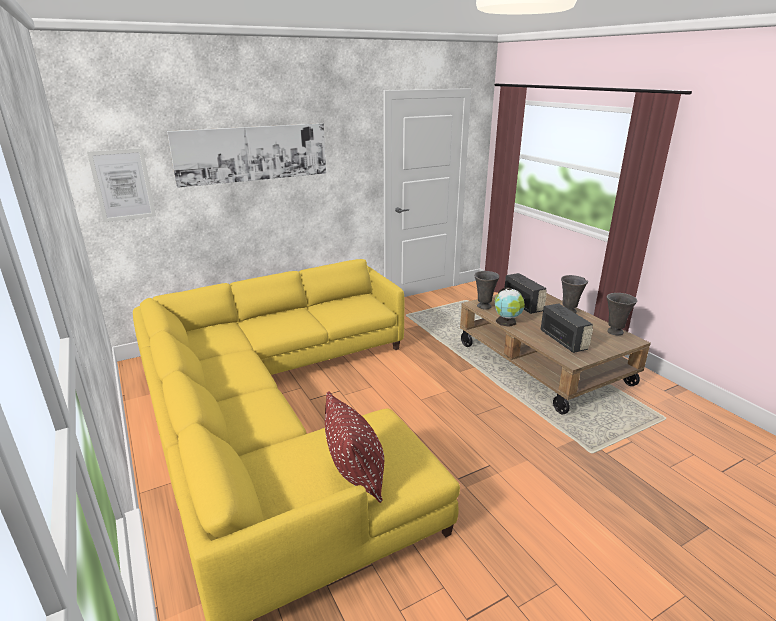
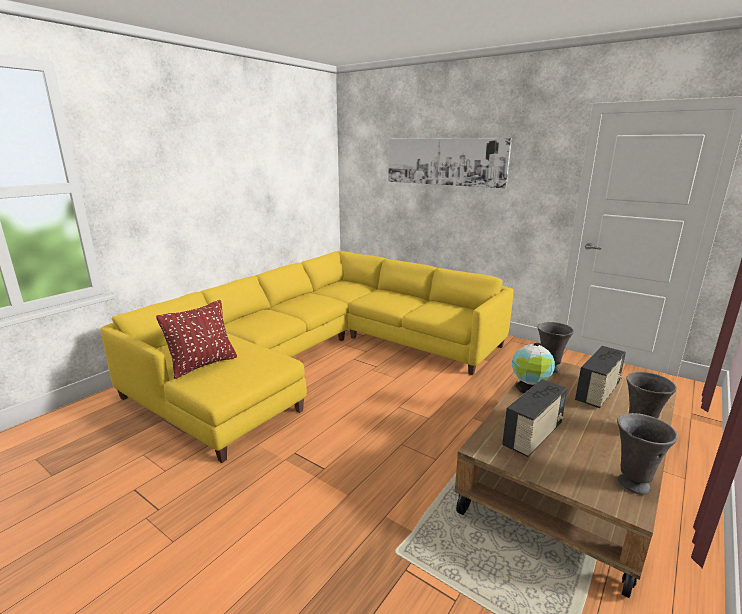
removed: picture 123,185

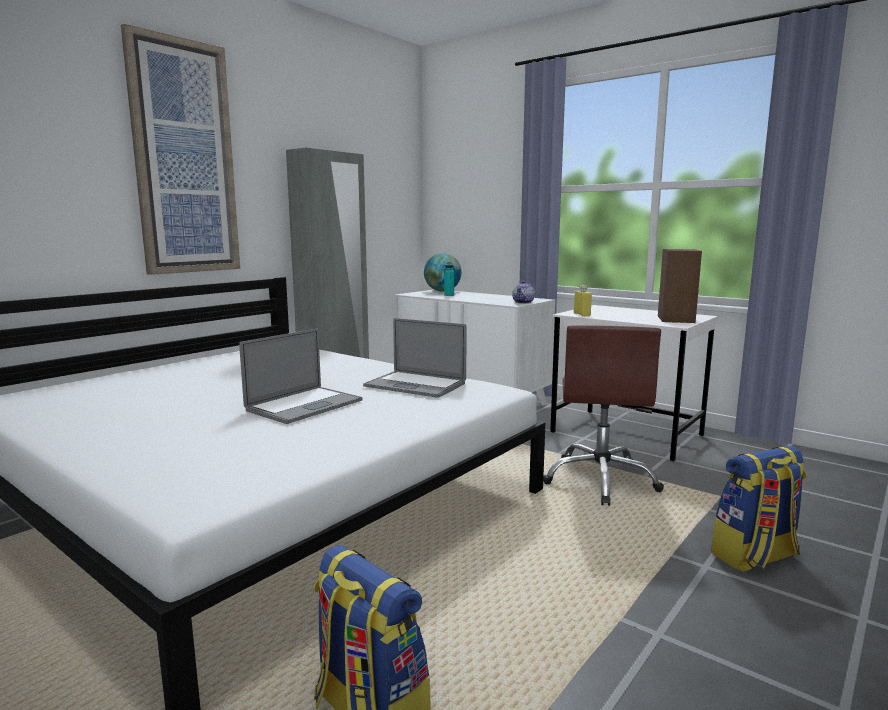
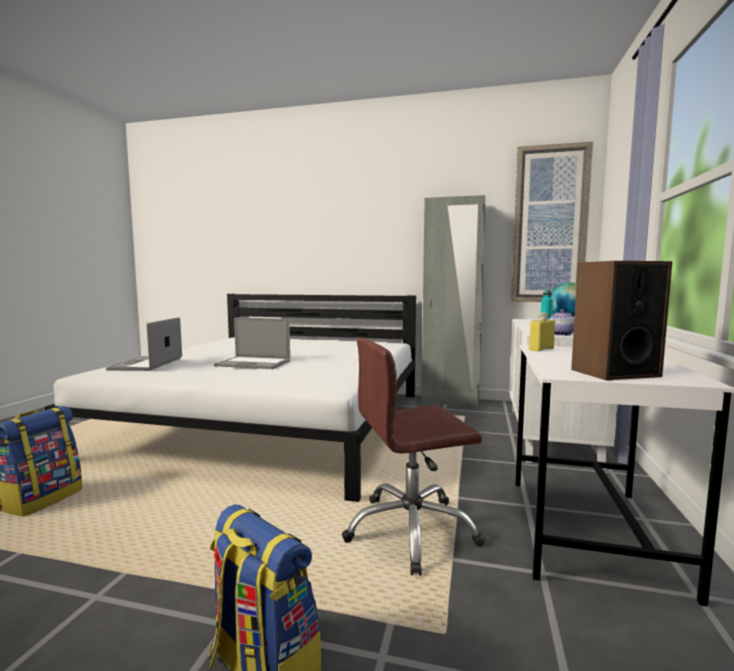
moved: picture 184,159 to 549,225; laptop 415,385 to 146,364

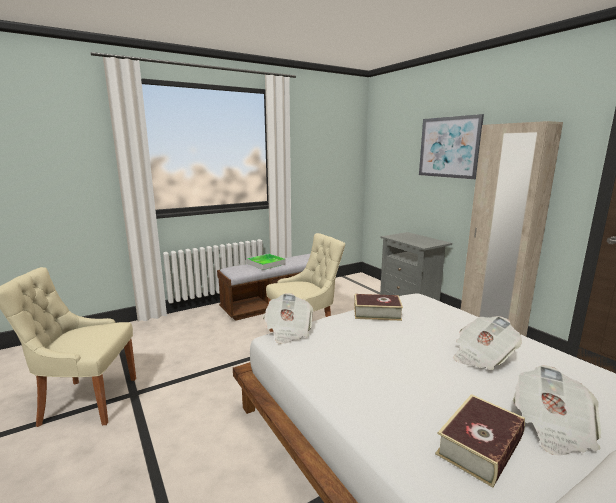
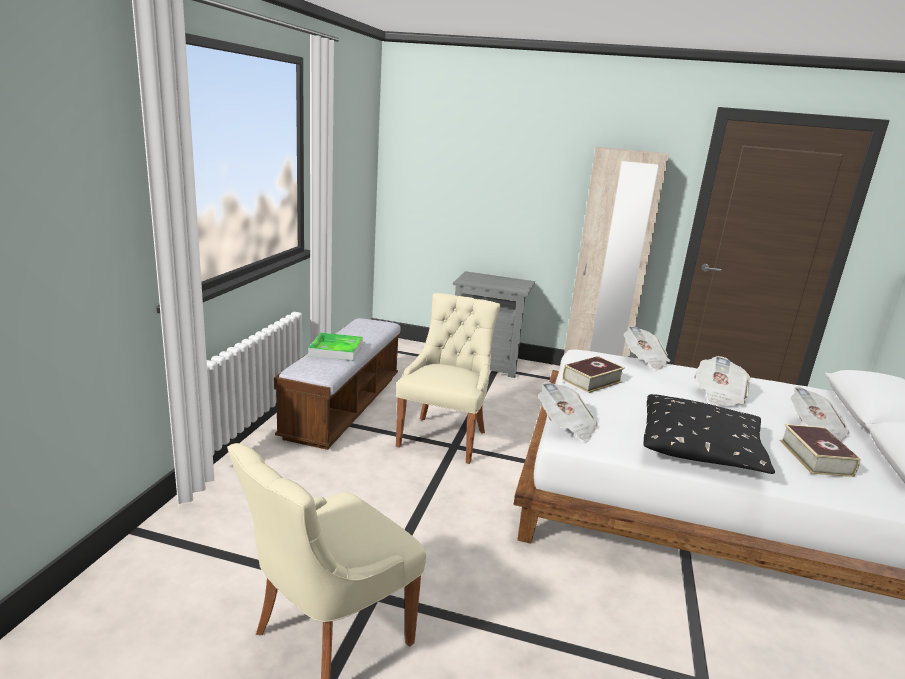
removed: picture 449,147
added: newspaper 644,360; black pillow 700,447

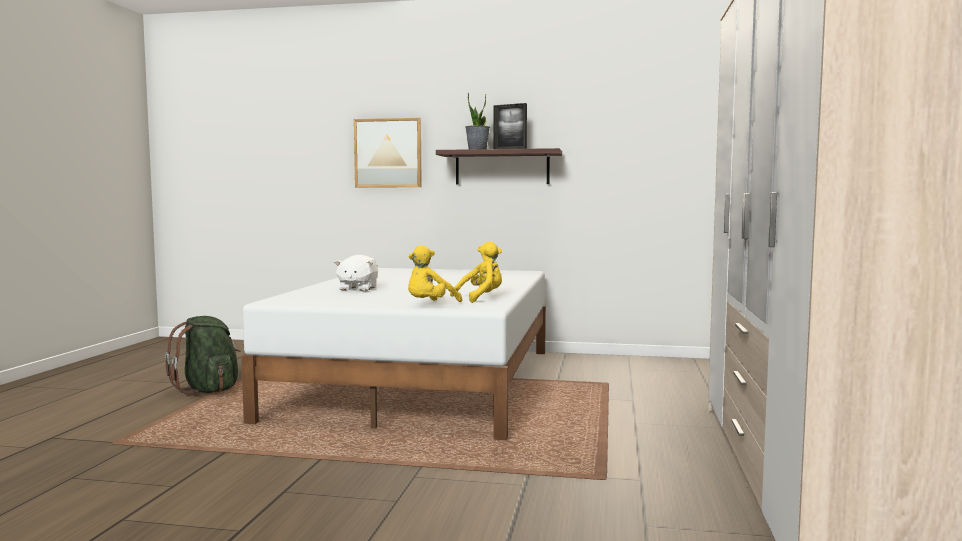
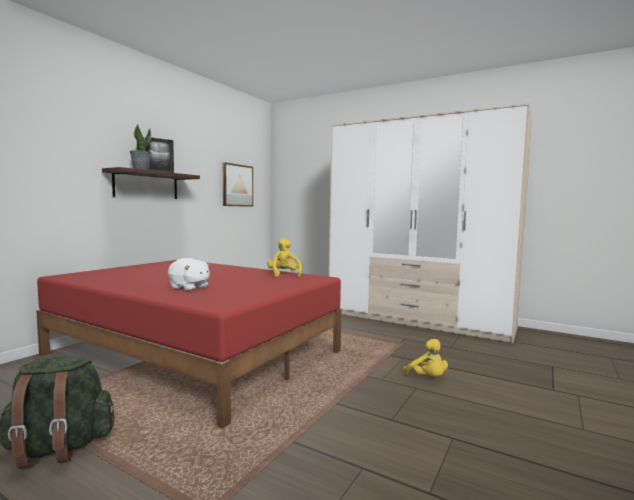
moved: picture 388,153 to 237,185; yellow plush toy 430,305 to 427,378
recoloured: white bed 423,382 to red bed 194,353

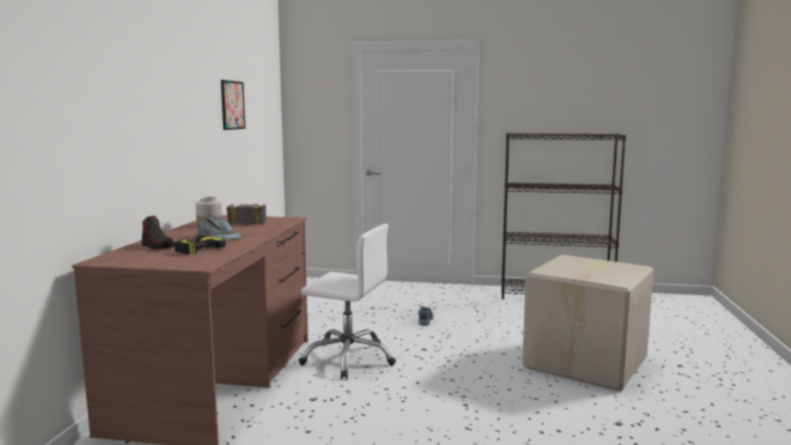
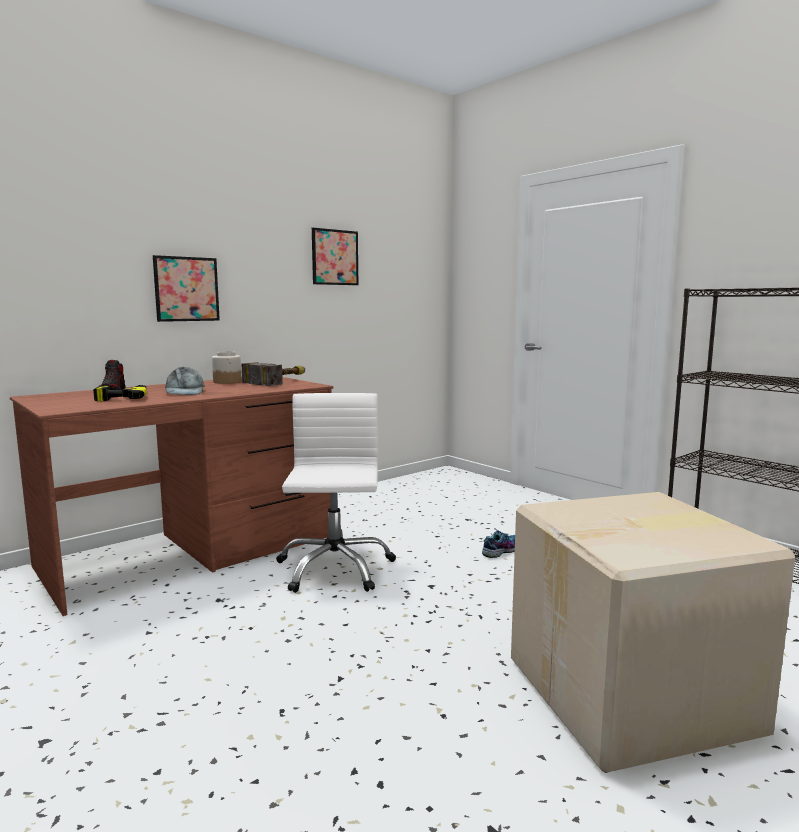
added: picture 186,289
turned: white office chair 348,358 = 334,568 150 degrees counterclockwise

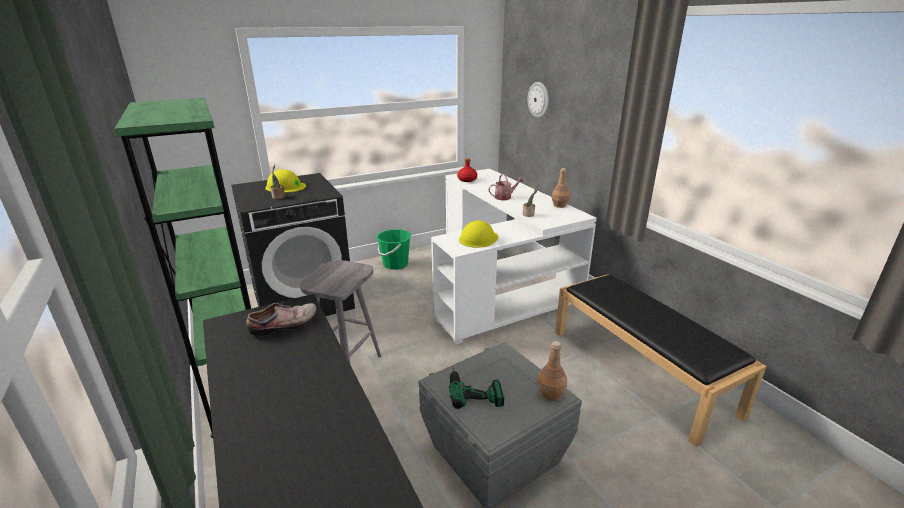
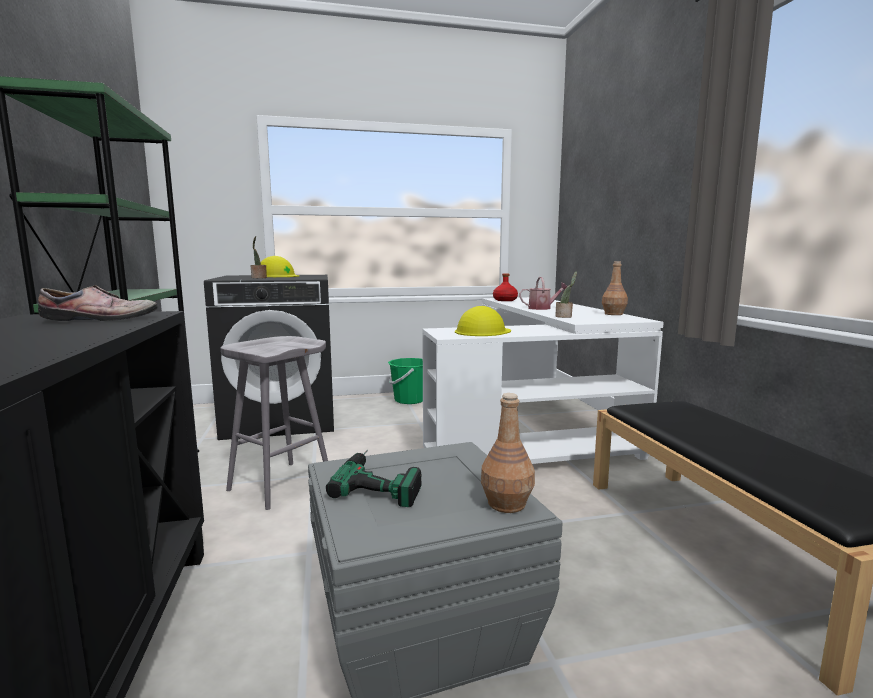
removed: wall clock 539,100

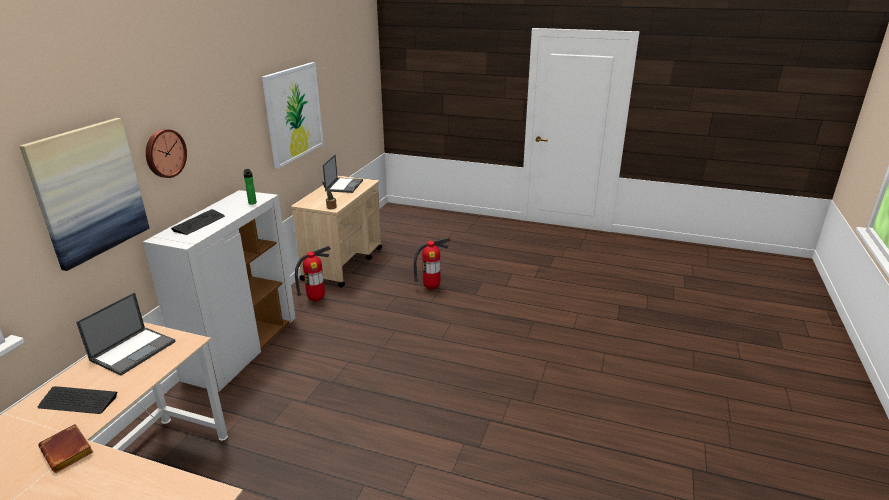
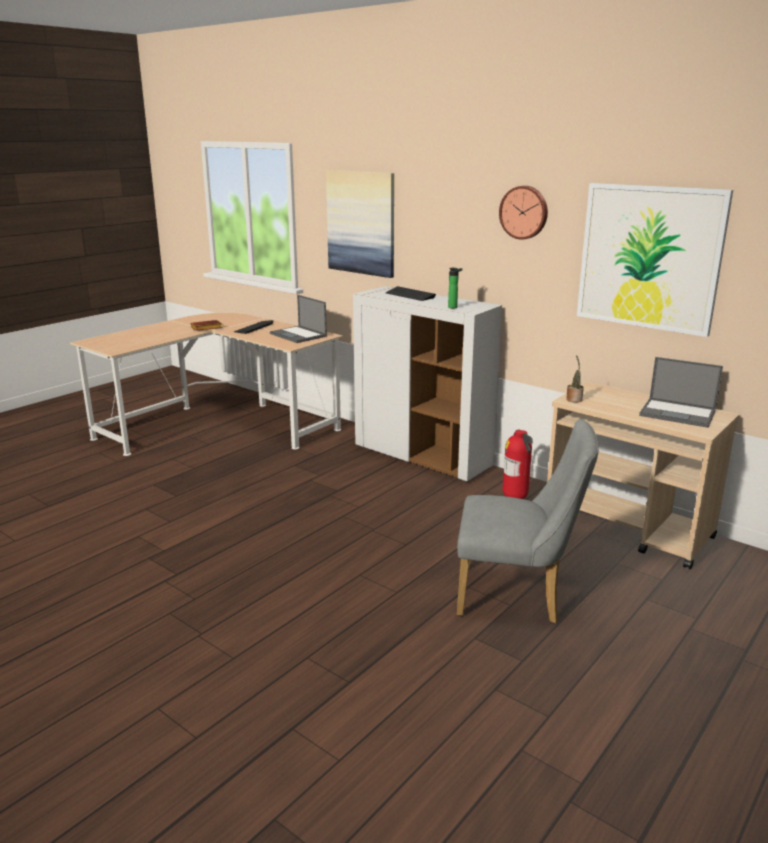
moved: wall clock 164,153 to 524,212
replaced: fire extinguisher 431,287 to grey chair 517,596

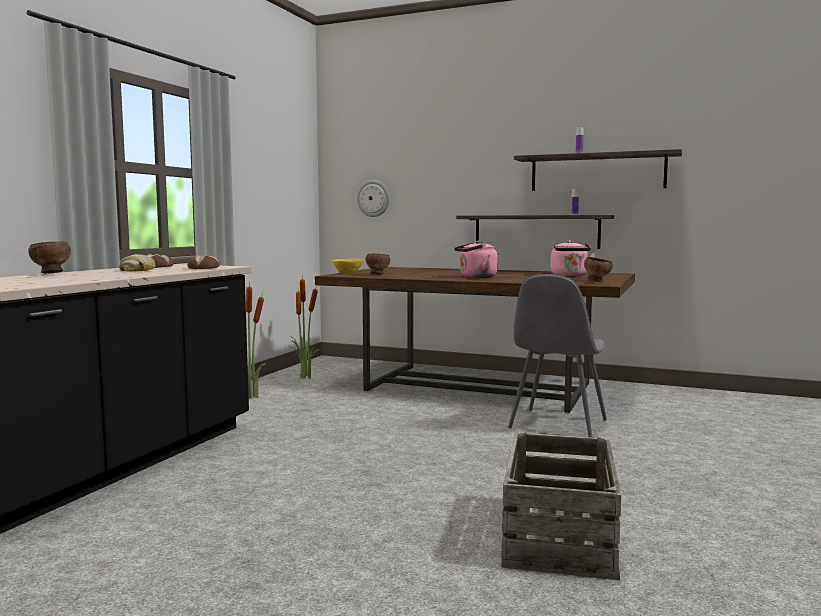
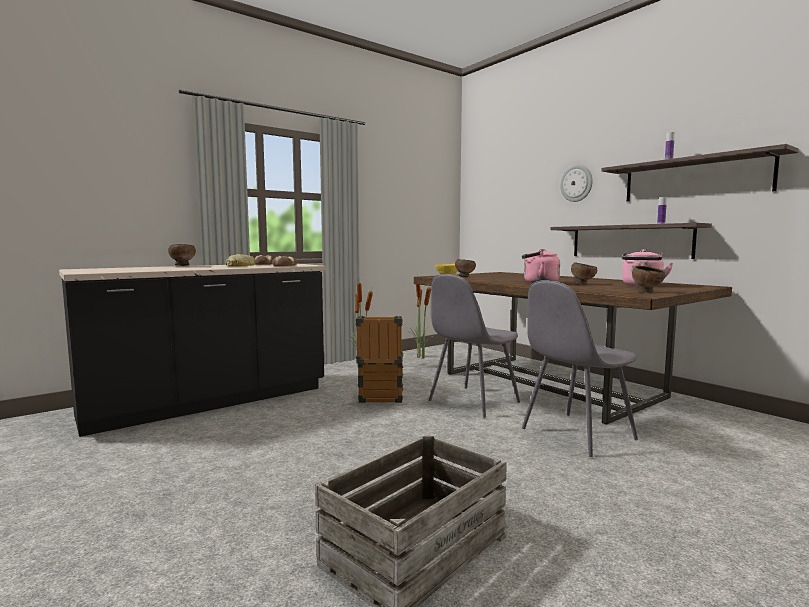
added: brown bowl 583,284; grey chair 472,402; crate 380,398
moved: wall clock 373,198 to 576,183

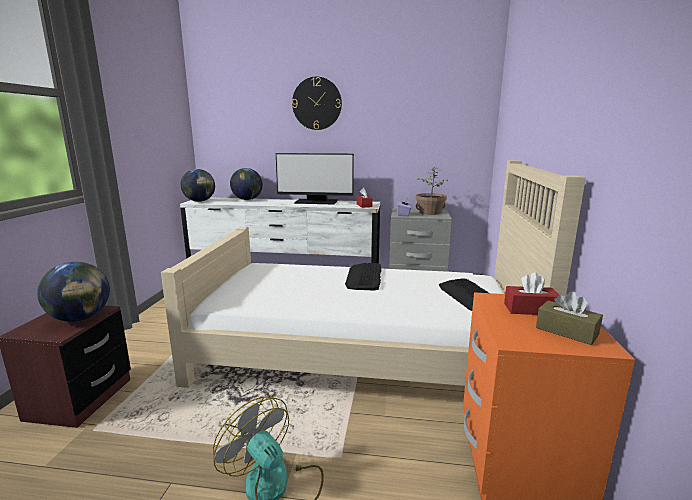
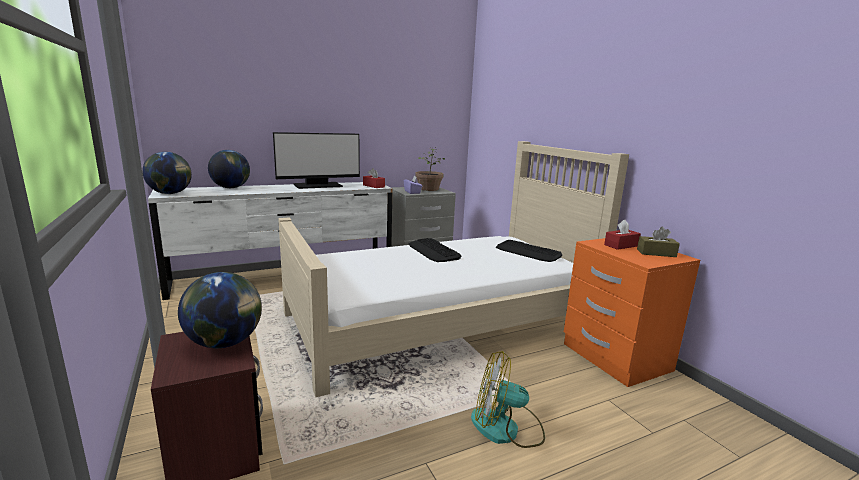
removed: wall clock 317,103

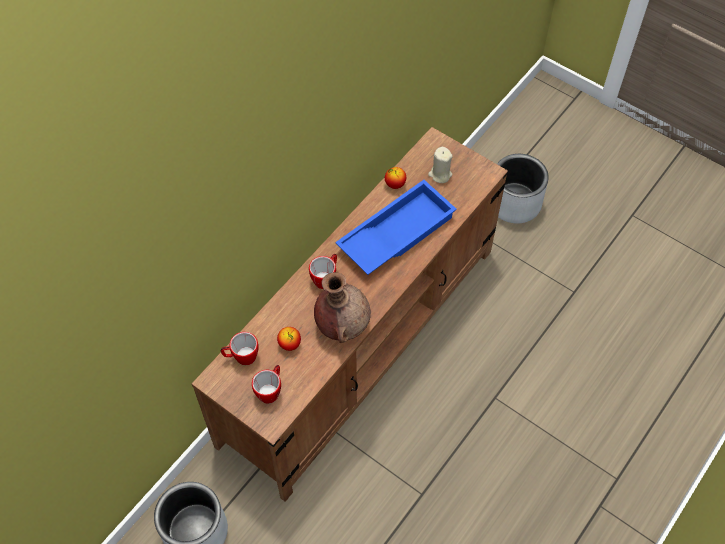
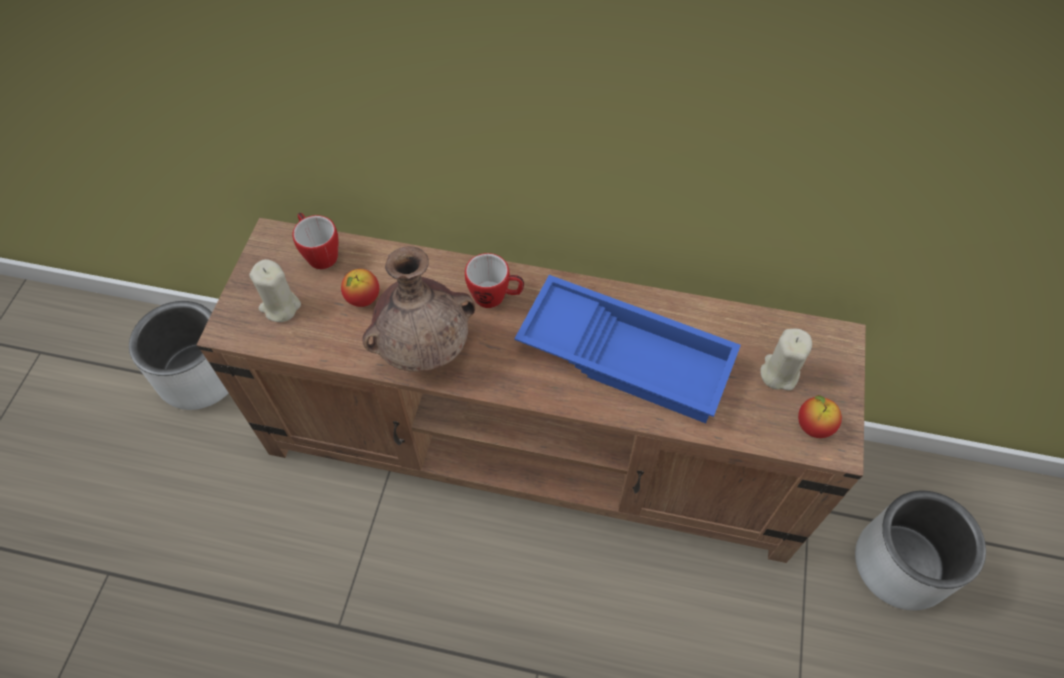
moved: apple 395,184 to 813,426
replaced: mug 270,390 to beige candle 280,306

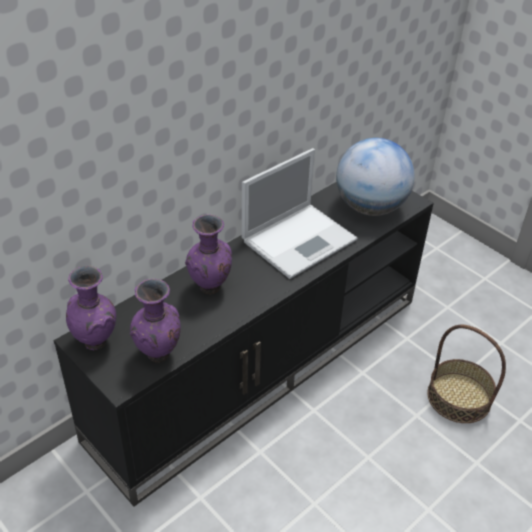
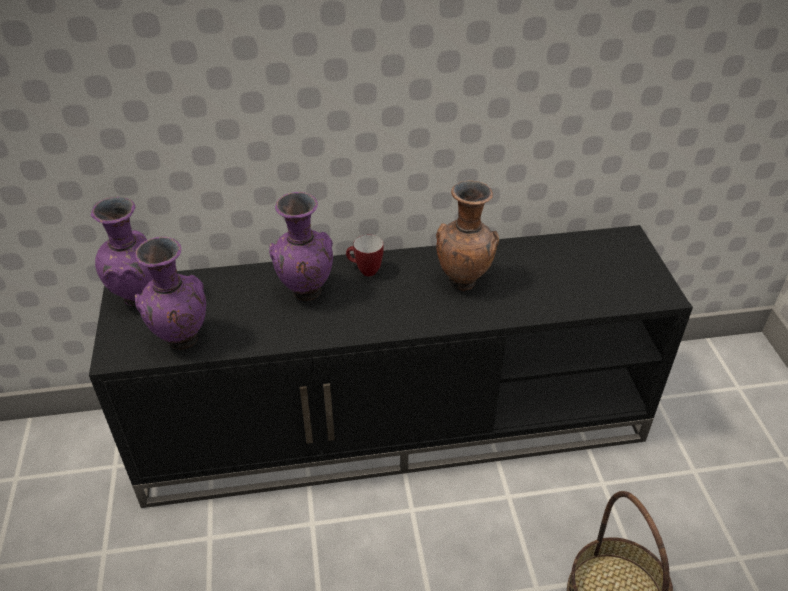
removed: globe 370,207
added: mug 364,271
replaced: laptop 300,239 to brown vase 464,281

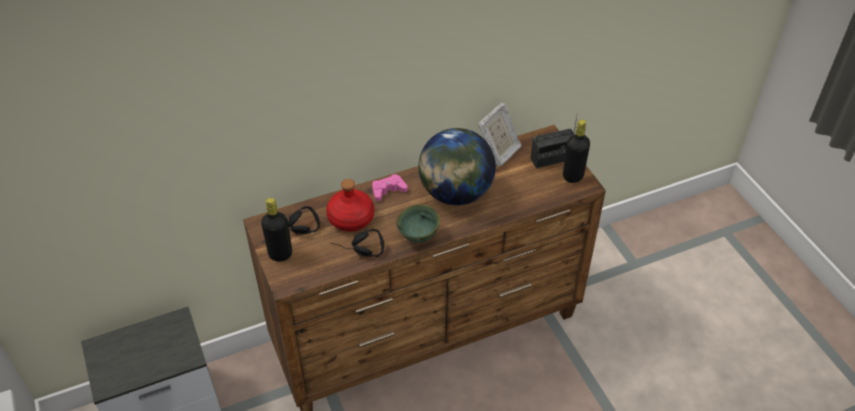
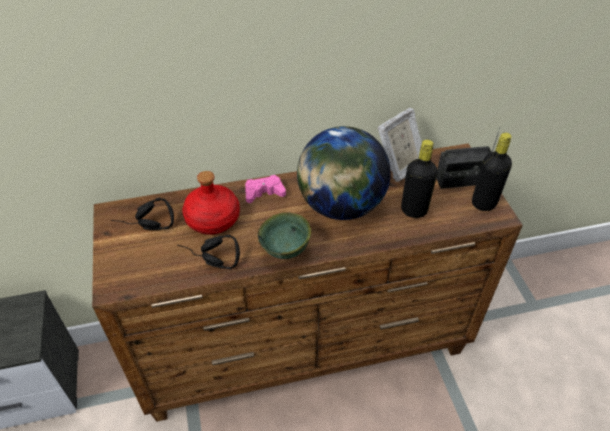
moved: black bottle 280,254 to 414,210

